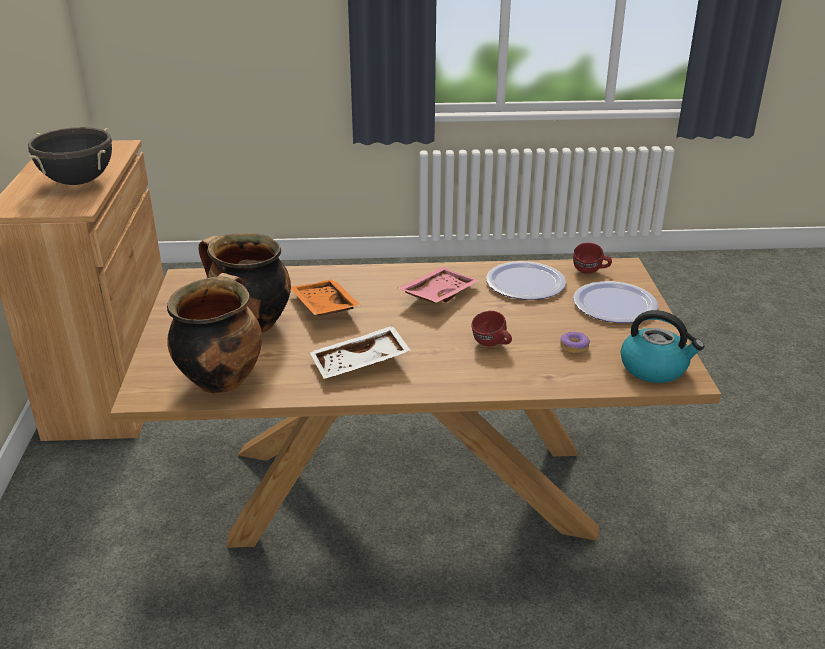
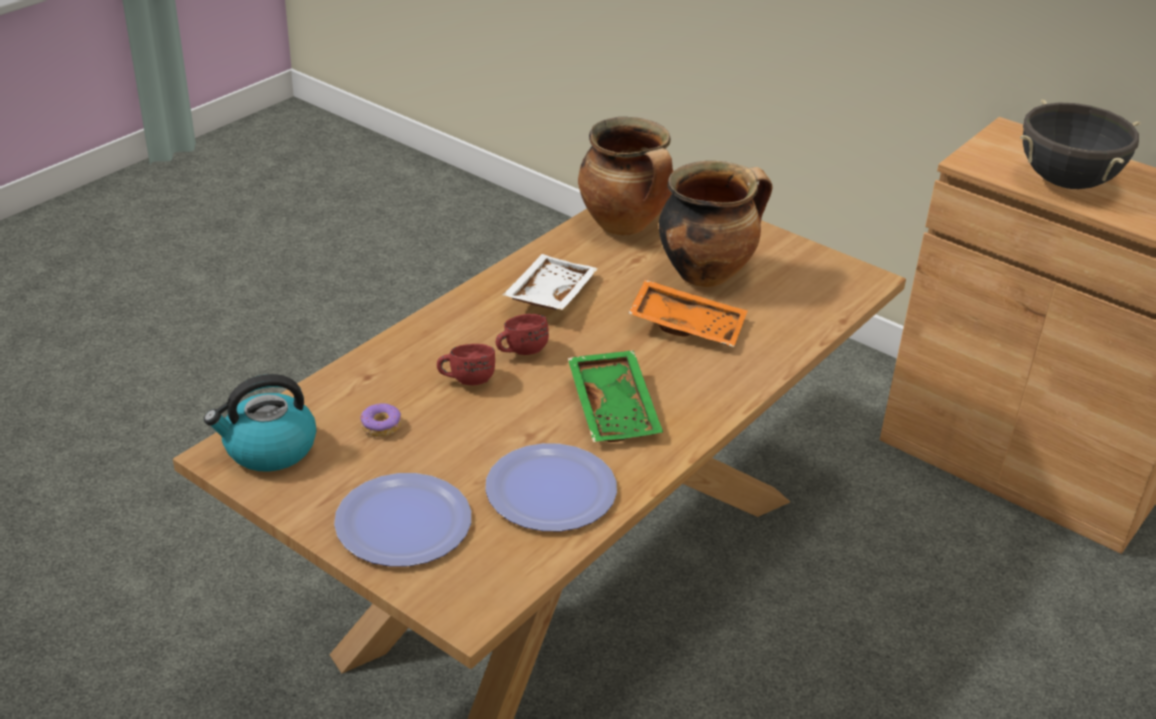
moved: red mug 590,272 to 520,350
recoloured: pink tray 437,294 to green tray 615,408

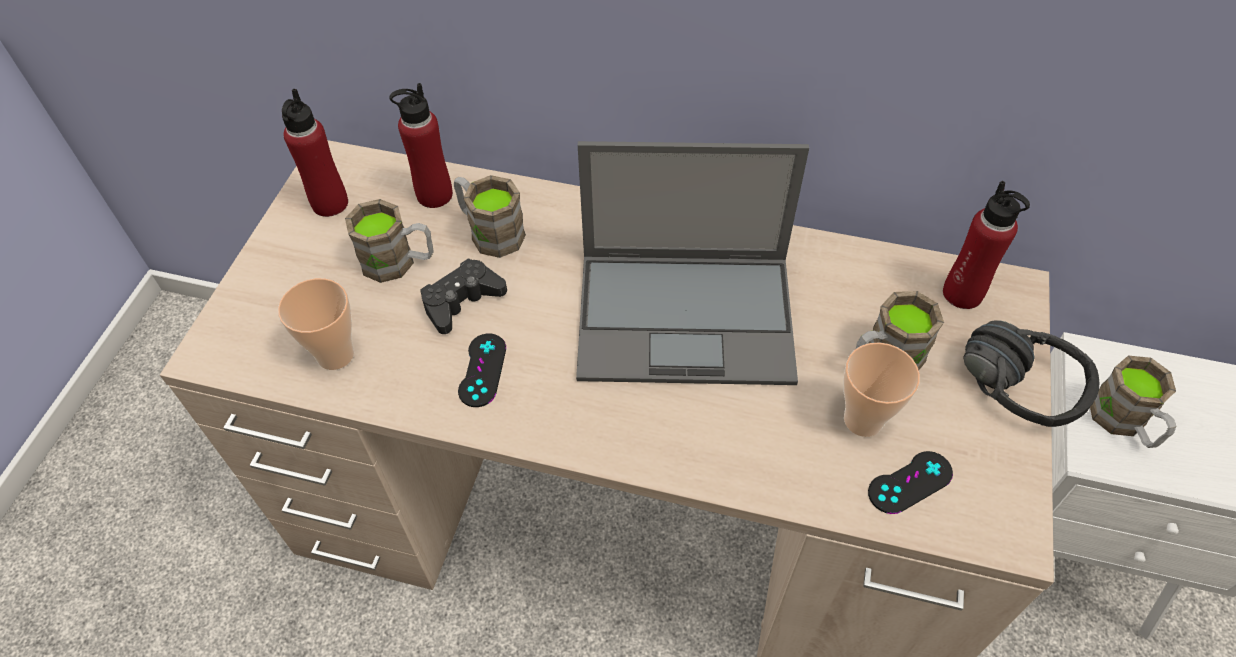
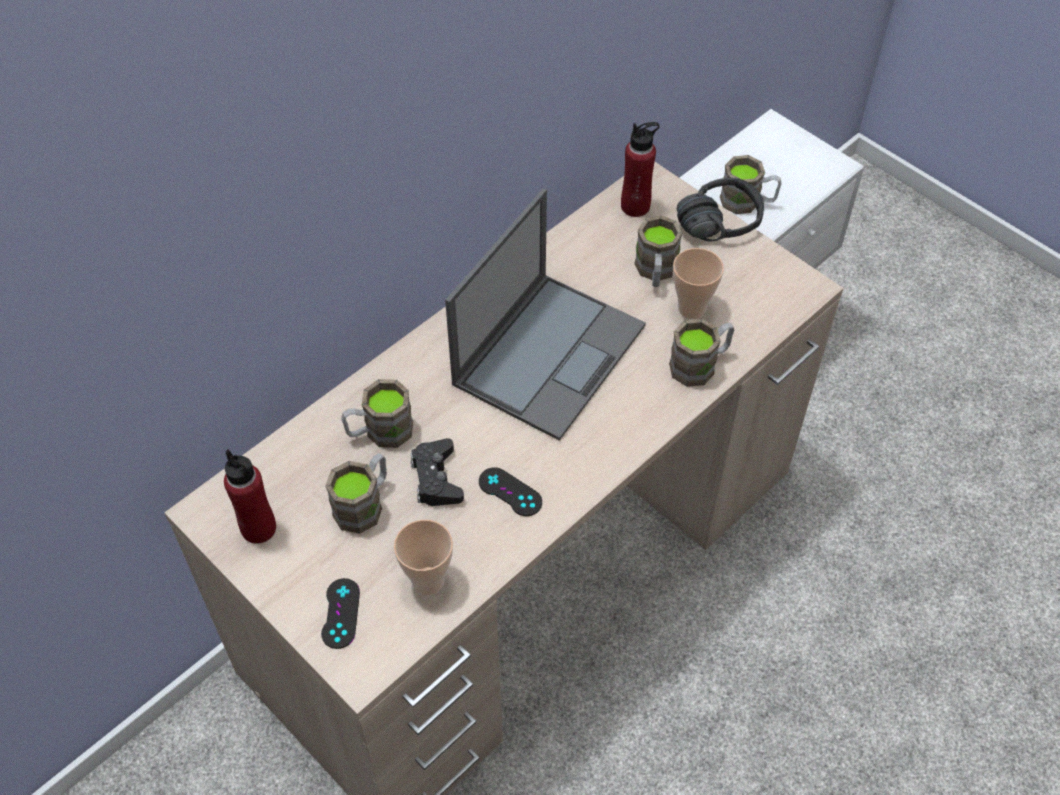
removed: red bottle 434,195
added: brown mug 700,364
moved: black game controller 910,482 to 340,613

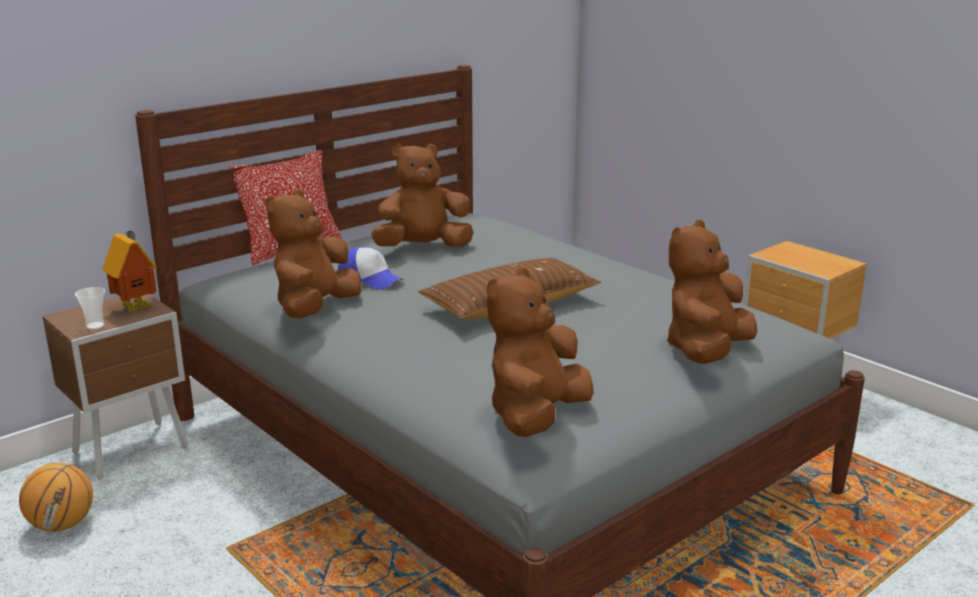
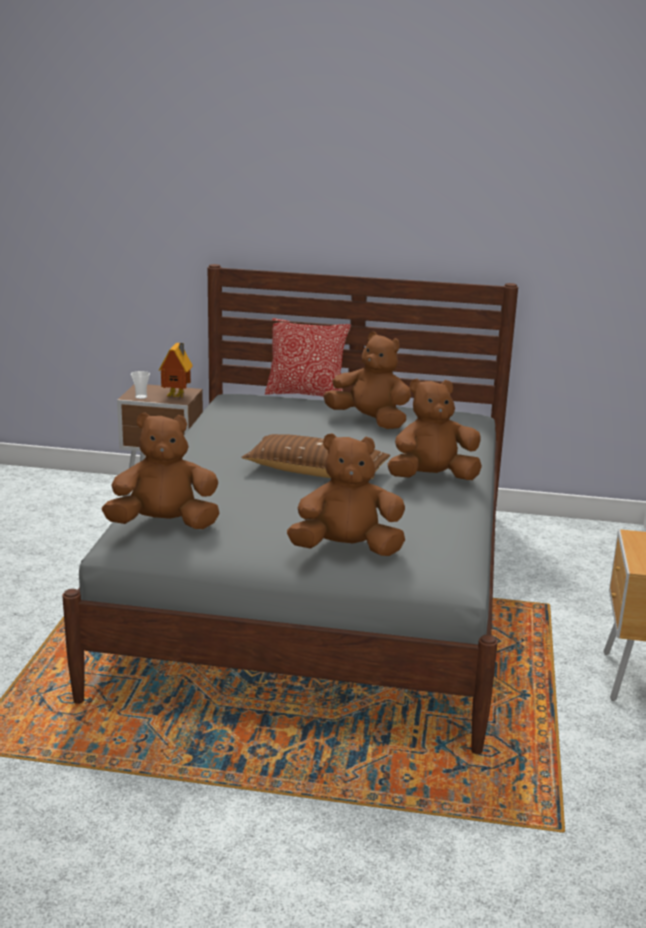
removed: cap 370,279; basketball 62,525
moved: brown plush toy 315,309 to 432,478

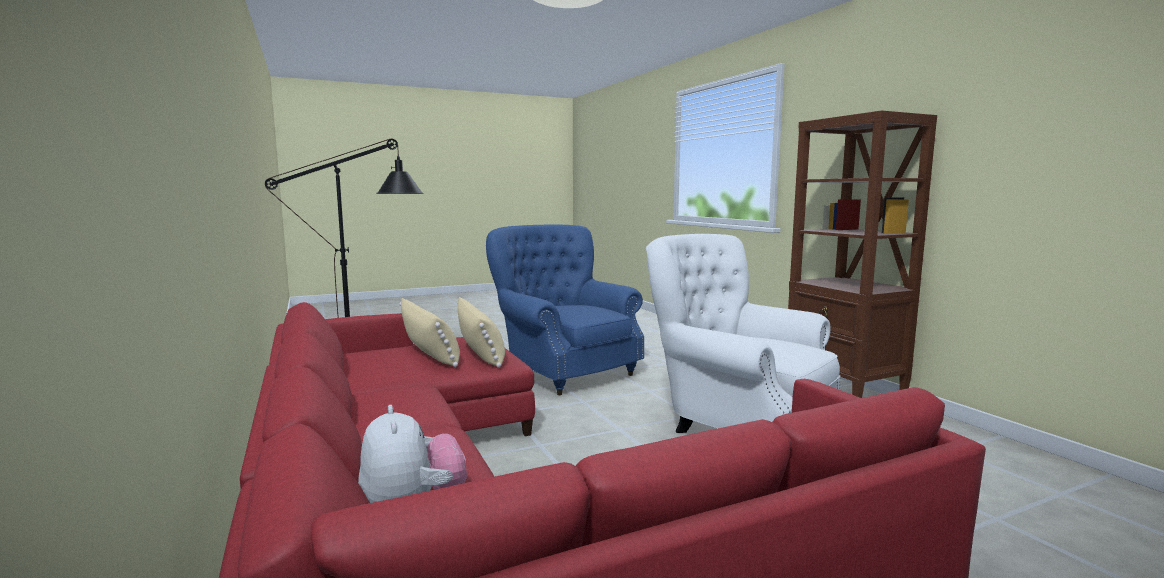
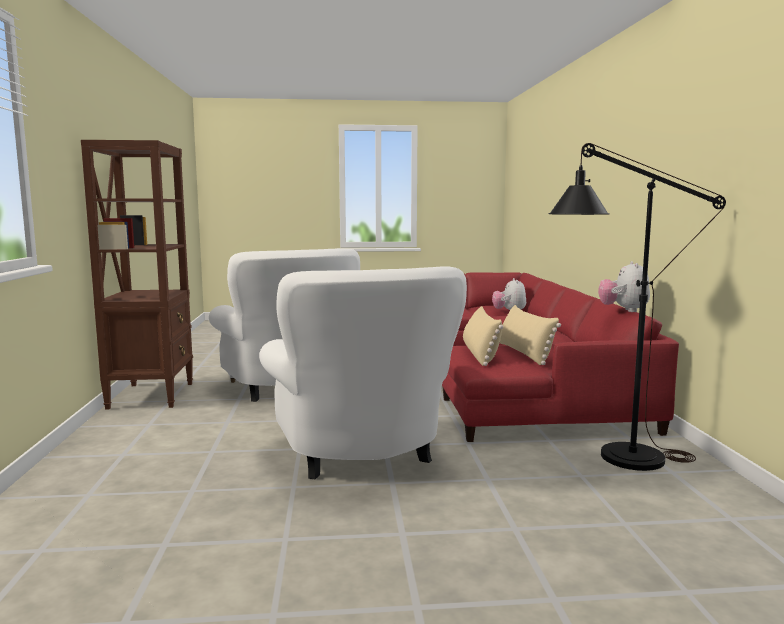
added: plush toy 623,310
recoloured: blue armchair 564,371 to white armchair 361,456

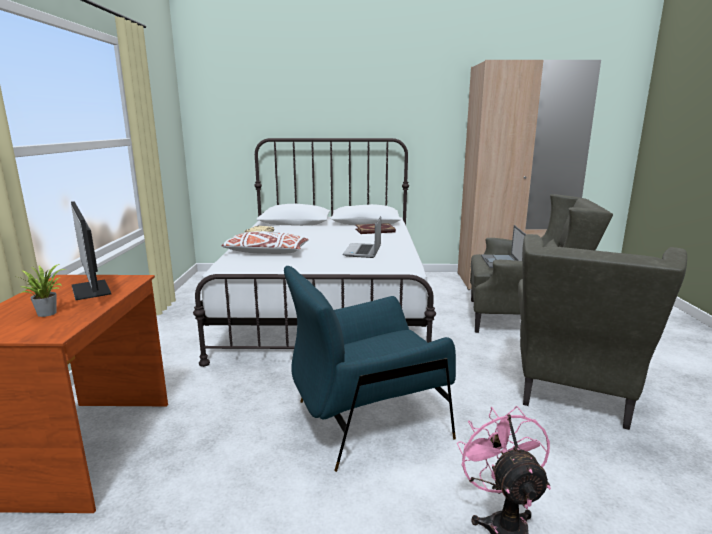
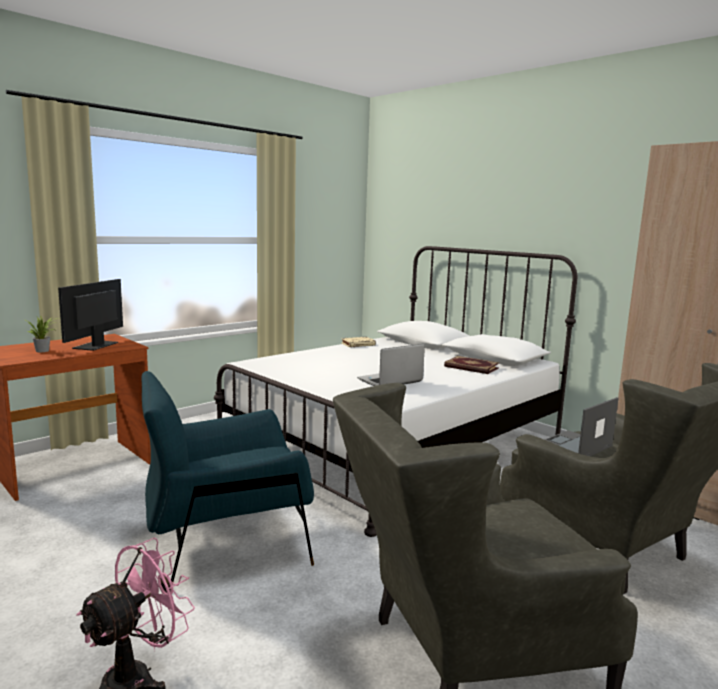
removed: white pillow 266,252
turned: blue armchair 367,421 = 226,544 45 degrees counterclockwise

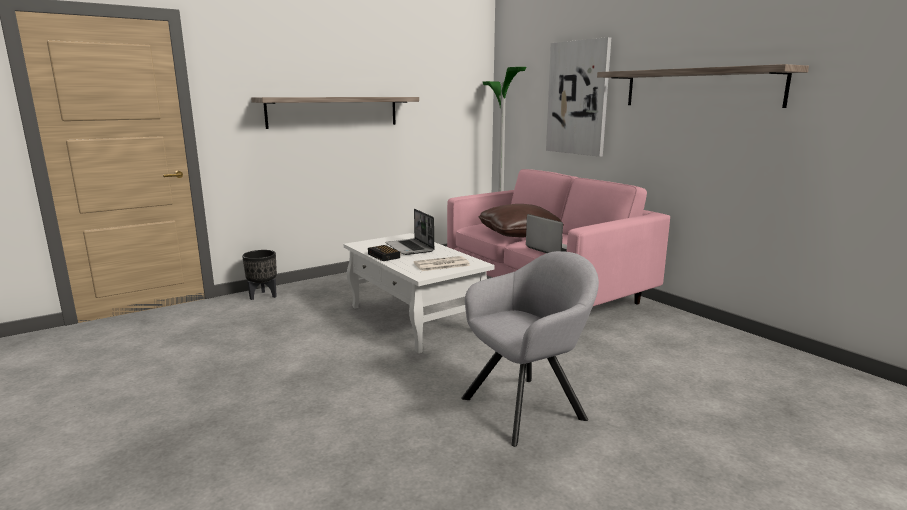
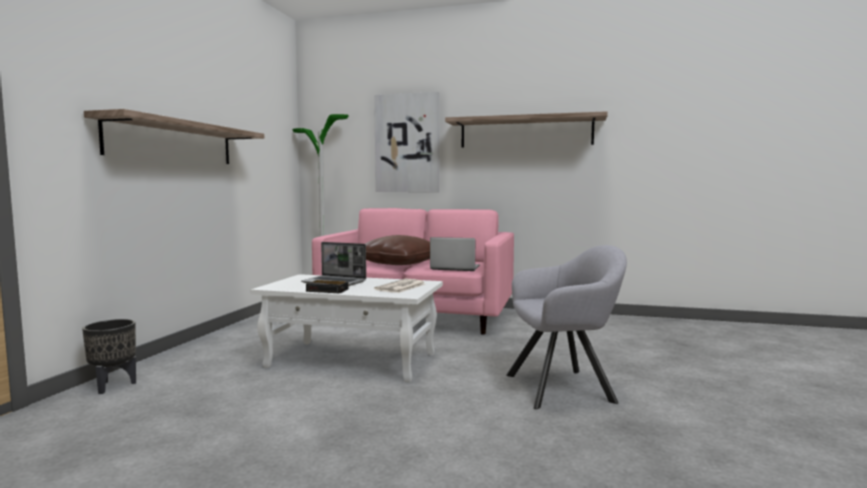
turned: grey armchair 529,406 = 565,388 60 degrees clockwise

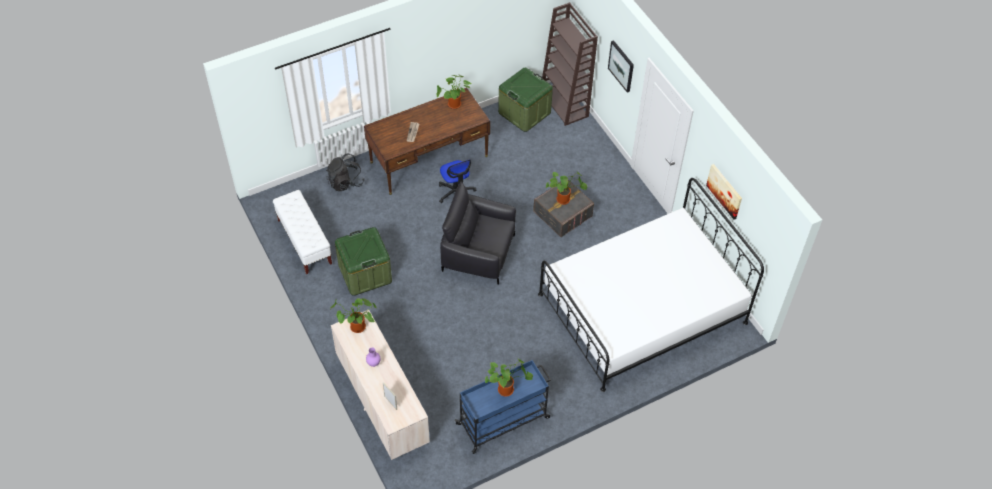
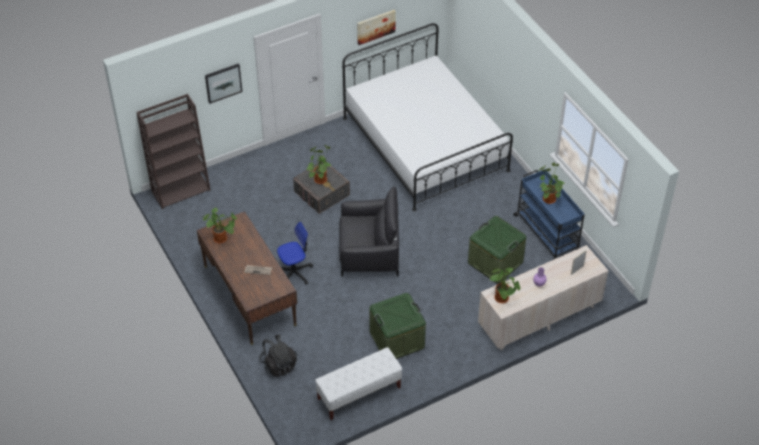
moved: green storage box 524,112 to 495,262
turned: black armchair 478,253 = 369,253 105 degrees counterclockwise

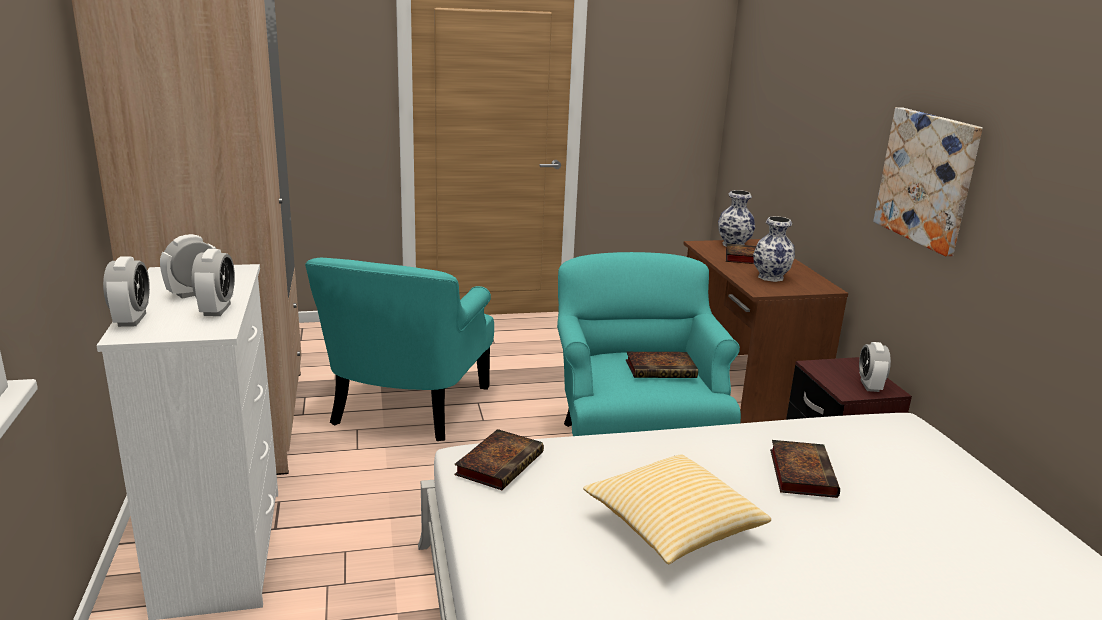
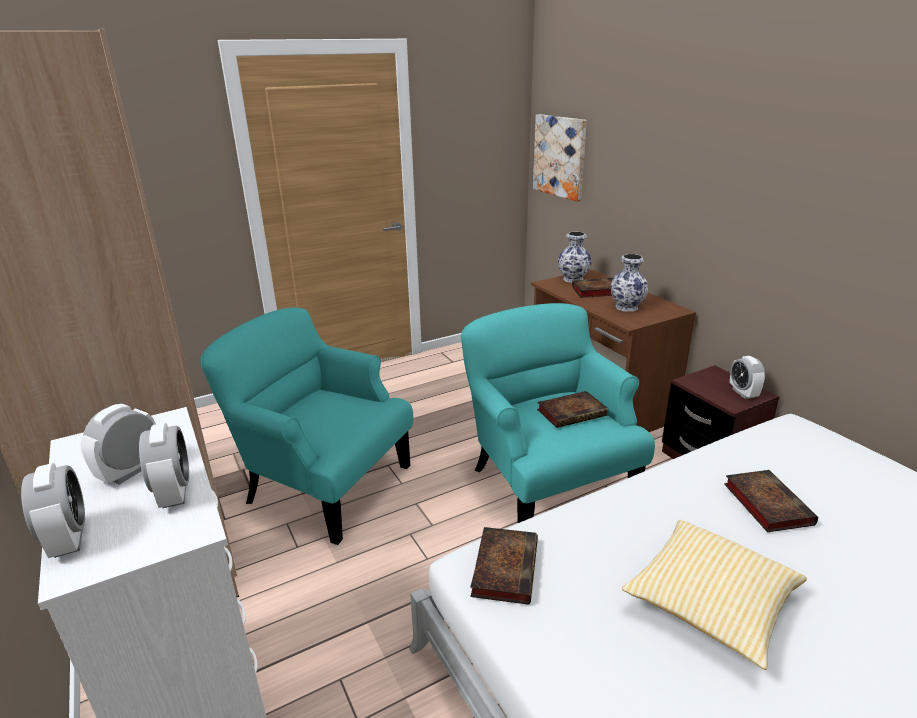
moved: picture 927,178 to 560,156
turned: turquoise armchair 407,406 = 324,484 120 degrees clockwise

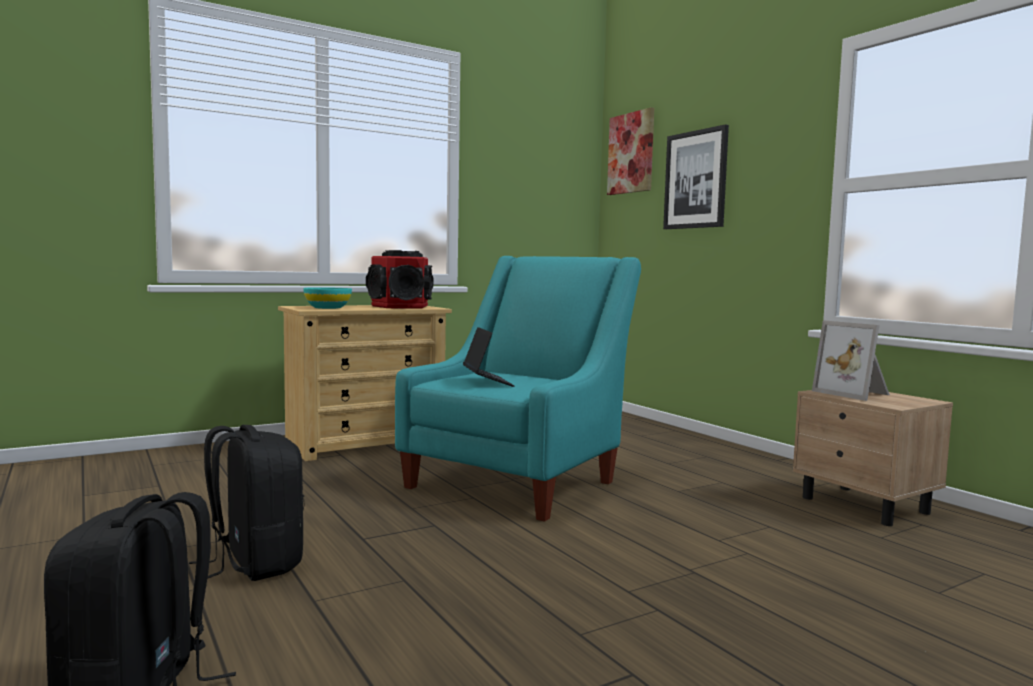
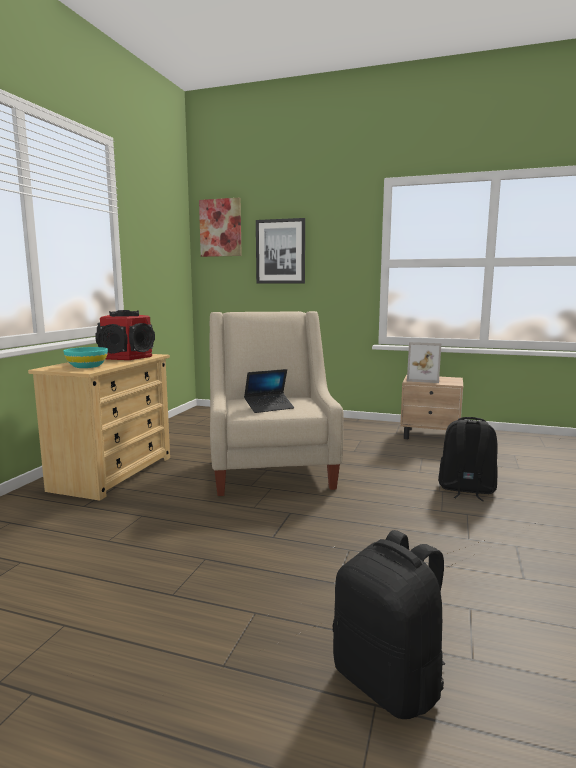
moved: black backpack 254,564 to 466,490
recoloured: turquoise armchair 520,481 to beige armchair 271,469
turned: laptop 487,382 = 269,407 120 degrees clockwise

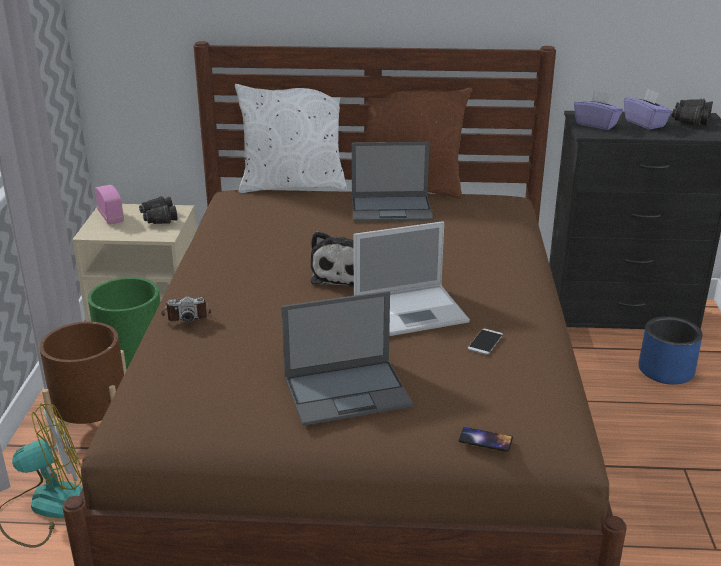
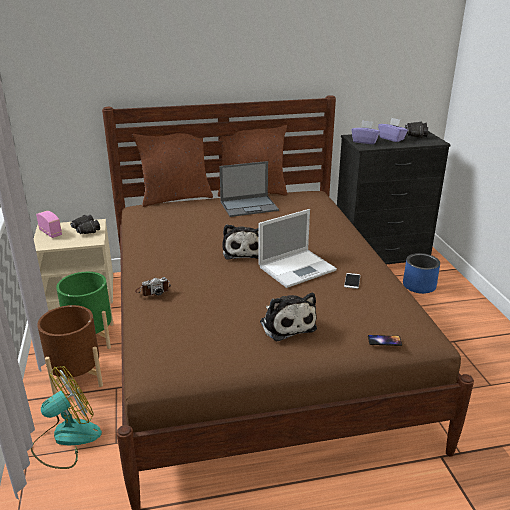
replaced: laptop 348,391 to plush toy 286,324
recoloured: white pillow 293,185 to brown pillow 176,198

